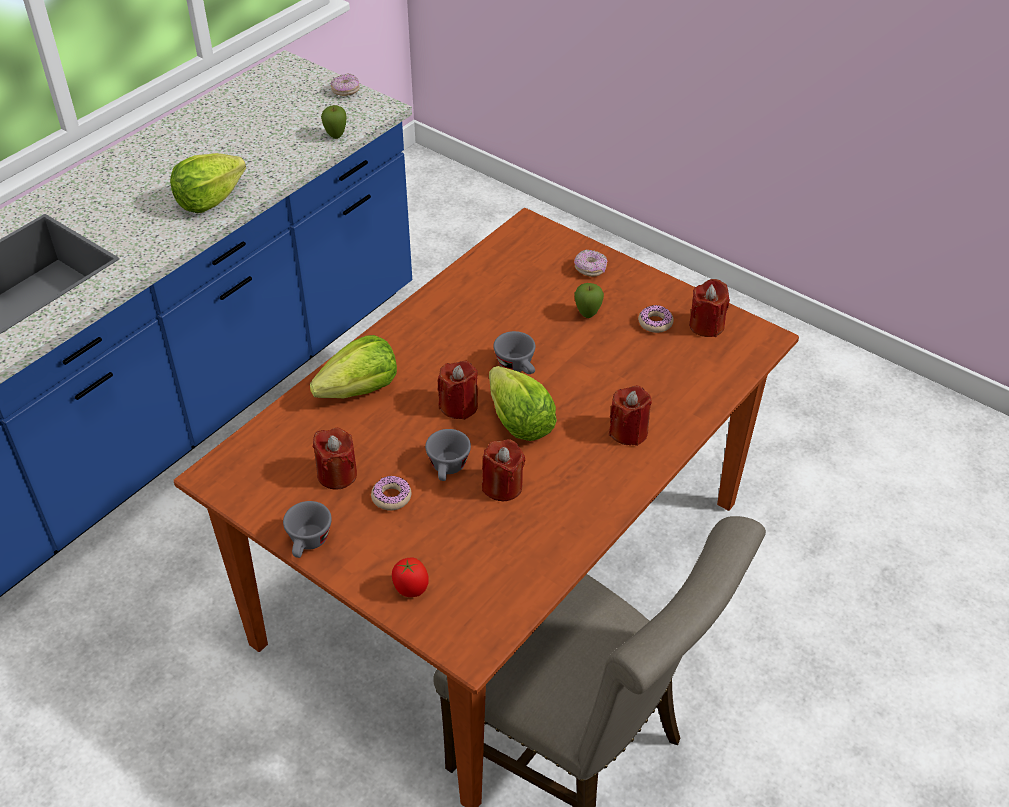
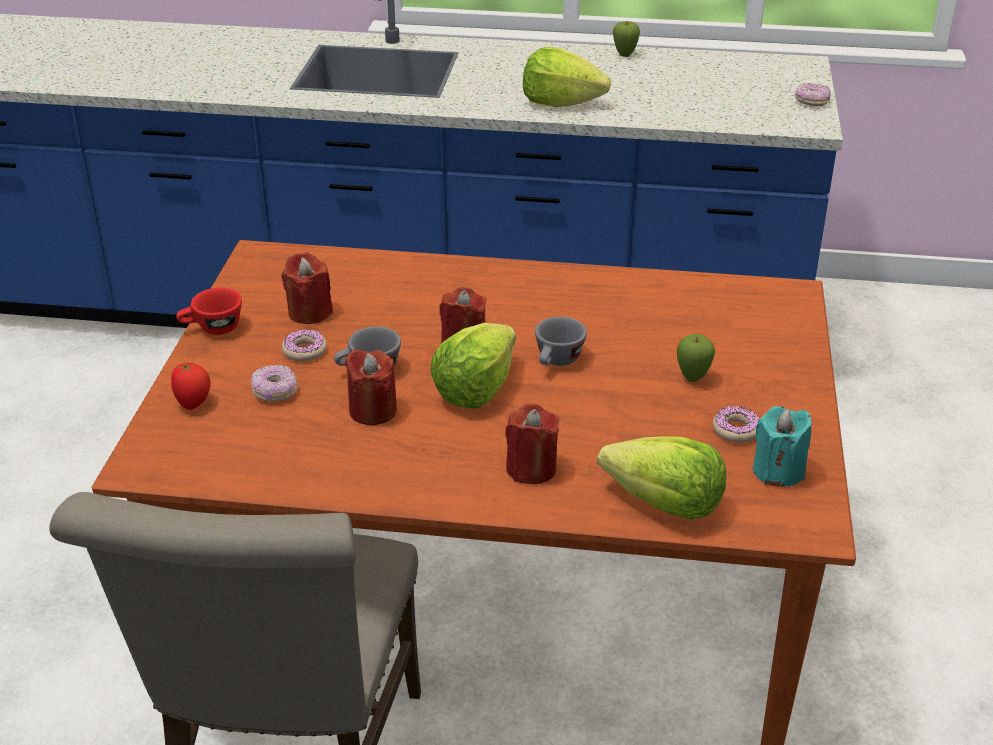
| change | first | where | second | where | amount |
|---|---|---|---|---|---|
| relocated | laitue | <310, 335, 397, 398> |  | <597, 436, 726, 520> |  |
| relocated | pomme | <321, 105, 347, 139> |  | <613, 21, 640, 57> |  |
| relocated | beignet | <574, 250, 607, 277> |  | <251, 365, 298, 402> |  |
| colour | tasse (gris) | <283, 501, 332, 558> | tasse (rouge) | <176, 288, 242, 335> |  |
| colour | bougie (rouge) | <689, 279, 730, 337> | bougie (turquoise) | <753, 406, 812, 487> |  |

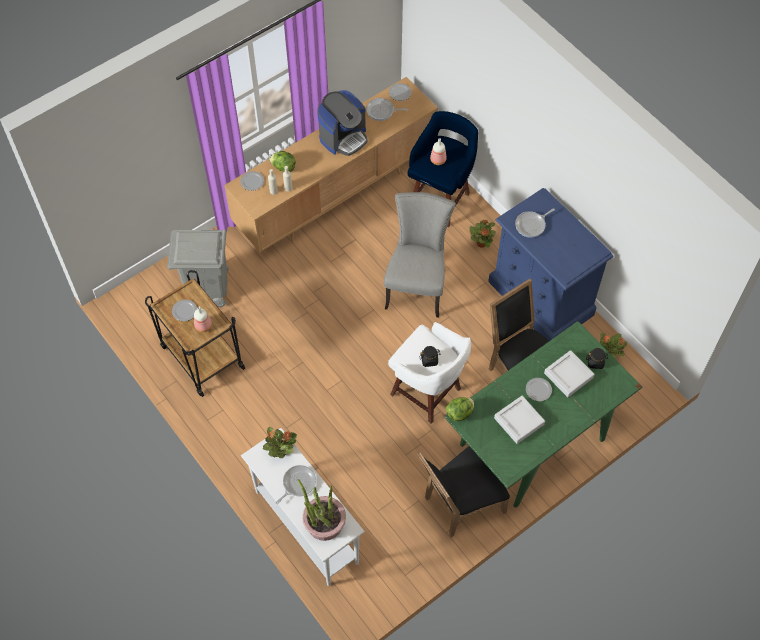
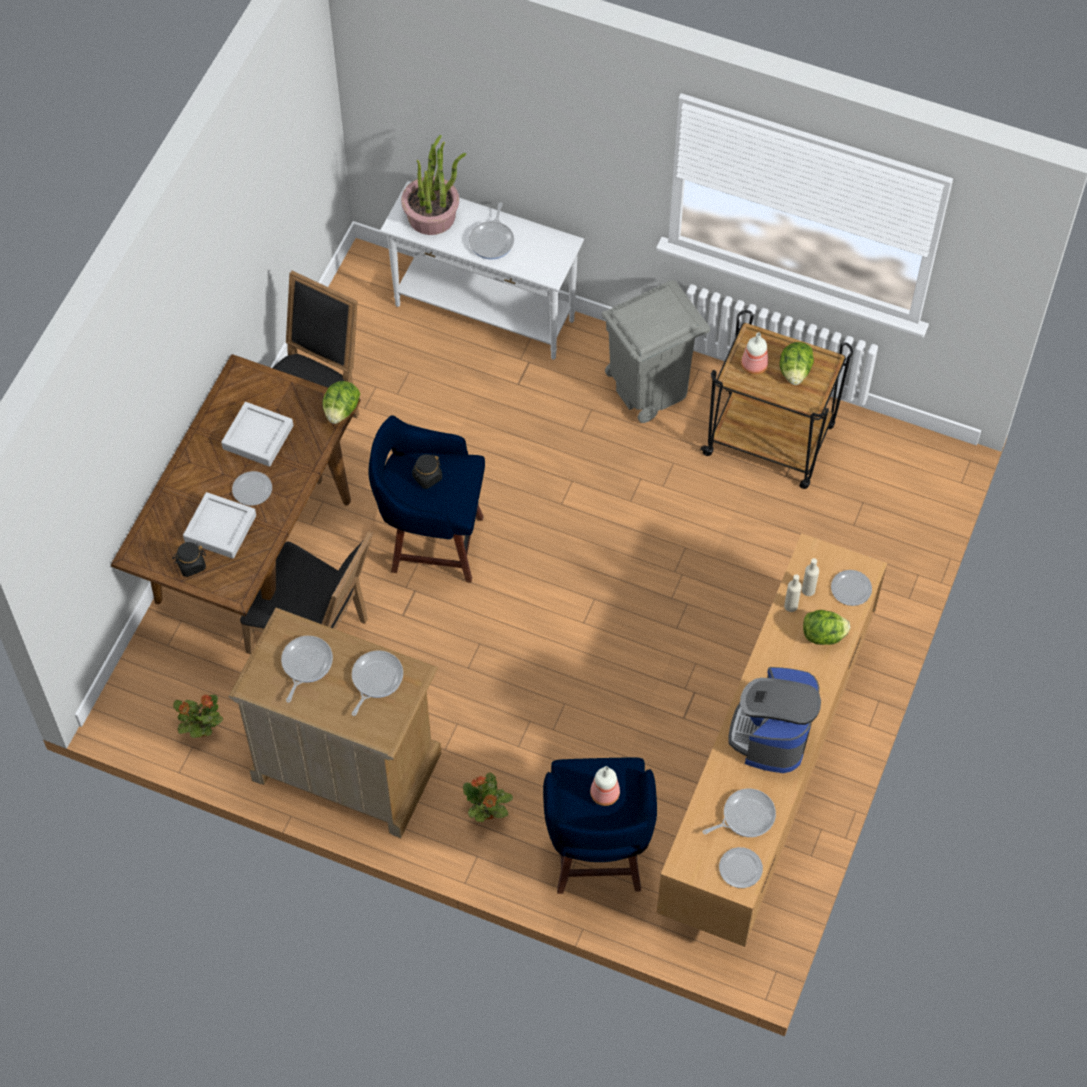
| change | first | where | second | where | amount |
|---|---|---|---|---|---|
| missing | plante en pot | <263, 427, 297, 458> |  |  |  |
| missing | chaise (gris) | <384, 192, 456, 318> |  |  |  |
| appeared |  |  | poêle | <281, 636, 333, 703> |  |
| relocated | poubelle (gris) | <167, 229, 229, 307> |  | <602, 280, 710, 423> |  |
| exchanged | assiette | <172, 300, 197, 321> | laitue | <780, 342, 814, 385> |  |
| colour | tabouret (blanc) | <388, 322, 471, 424> | tabouret (bleu) | <369, 415, 485, 583> |  |
| colour | table à manger (vert) | <444, 321, 643, 508> | table à manger (marron) | <111, 354, 361, 616> |  |
| colour | commode (bleu) | <488, 188, 614, 341> | commode (marron) | <228, 608, 441, 838> |  |

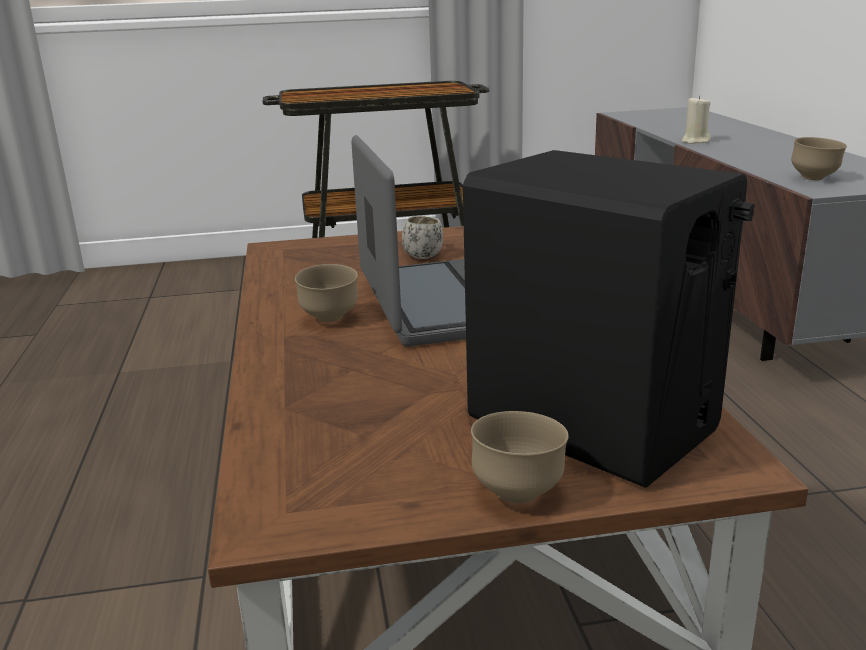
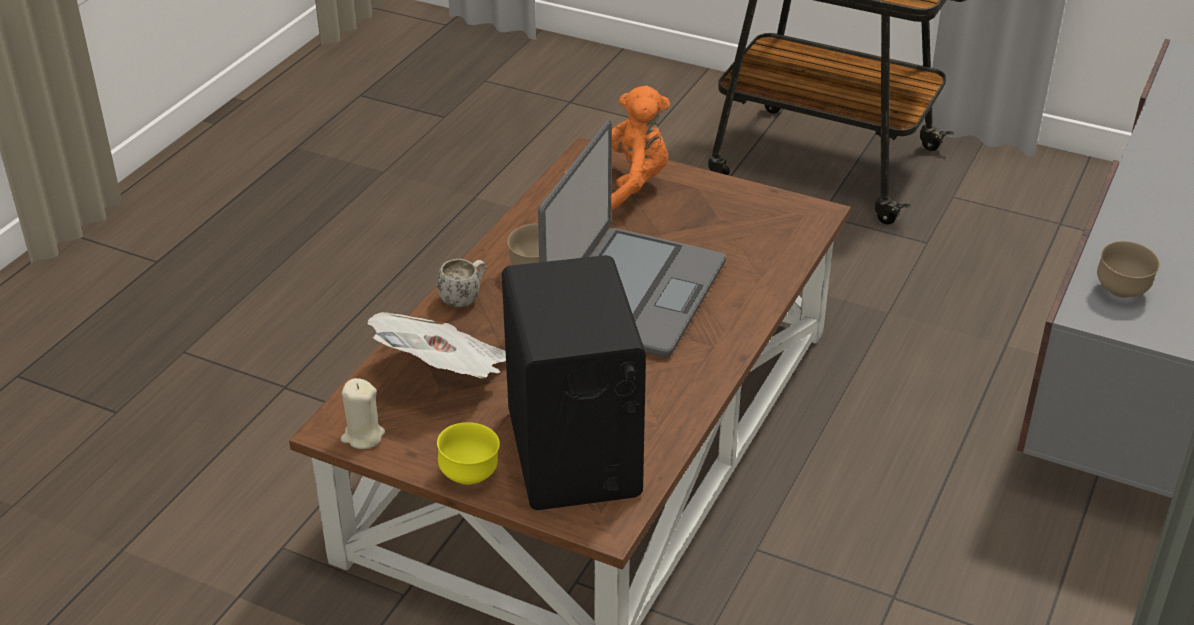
| change | first | where | second | where | amount |
|---|---|---|---|---|---|
| appeared |  |  | journal | <368, 312, 506, 378> |  |
| appeared |  |  | peluche (orange) | <564, 86, 670, 210> |  |
| relocated | mug (blanc) | <402, 216, 443, 259> |  | <437, 259, 487, 307> |  |
| relocated | bougie (beige) | <682, 95, 711, 144> |  | <341, 378, 385, 449> |  |
| colour | bol (marron) | <471, 411, 569, 503> | bol (jaune) | <437, 422, 500, 485> |  |

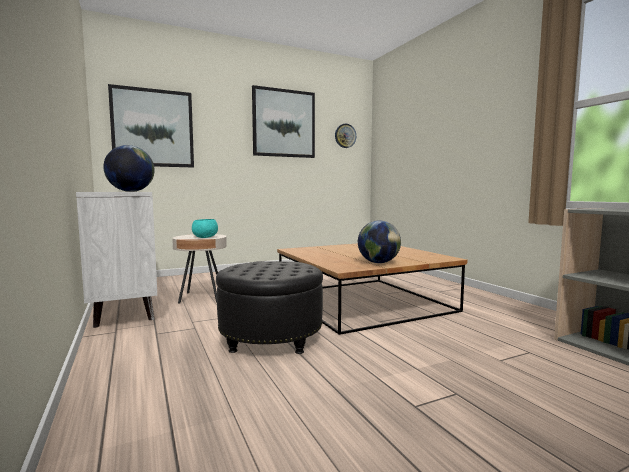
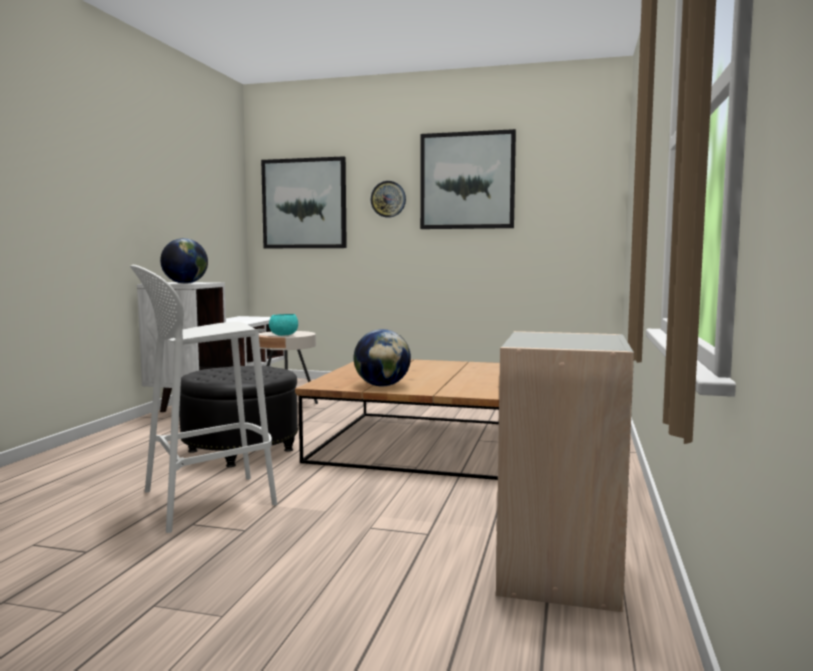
| change | first | where | second | where | amount |
|---|---|---|---|---|---|
| appeared |  |  | tabouret (blanc) | <130, 265, 277, 533> |  |
| relocated | horloge murale | <335, 124, 356, 148> |  | <370, 181, 406, 218> |  |

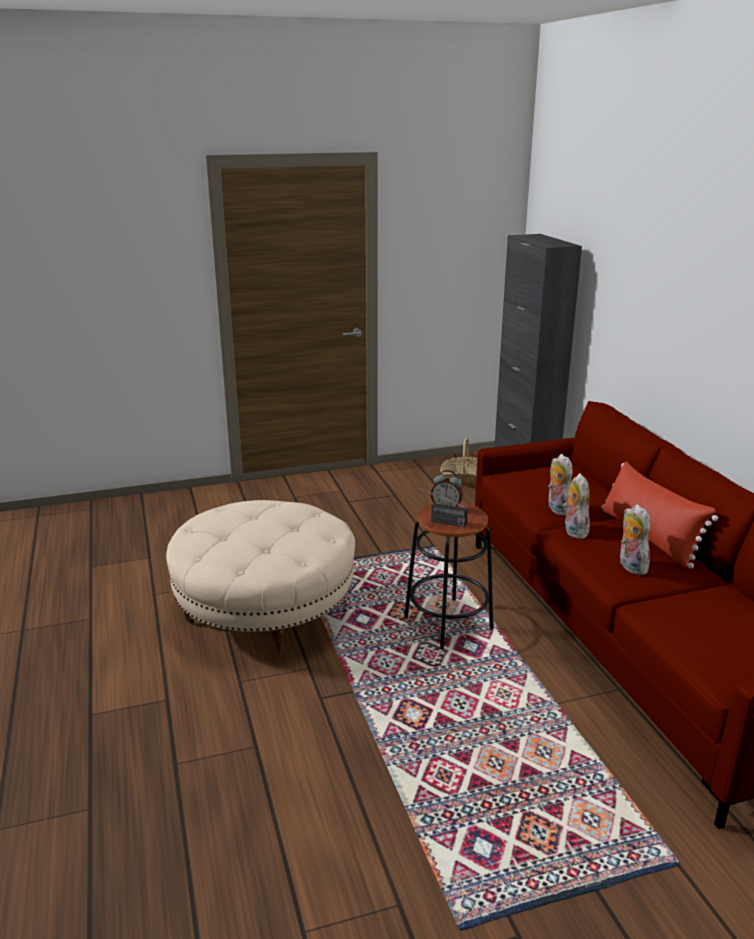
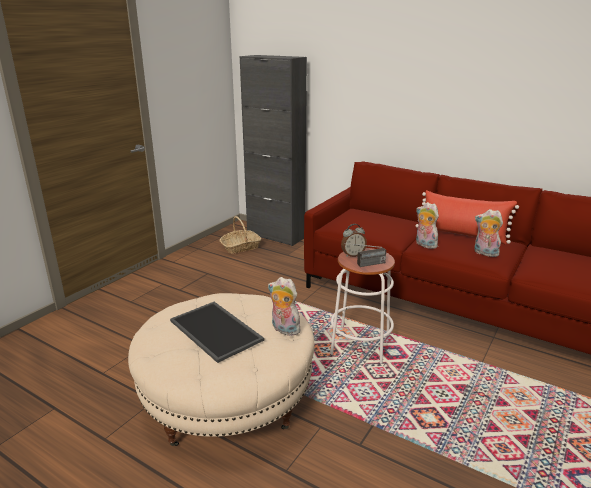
| change | first | where | second | where | amount |
|---|---|---|---|---|---|
| appeared |  |  | plateau | <170, 302, 264, 363> |  |
| relocated | peluche | <548, 454, 573, 516> |  | <268, 277, 301, 336> |  |
| colour | tabouret (noir) | <404, 502, 493, 650> | tabouret (blanc) | <330, 248, 395, 364> |  |

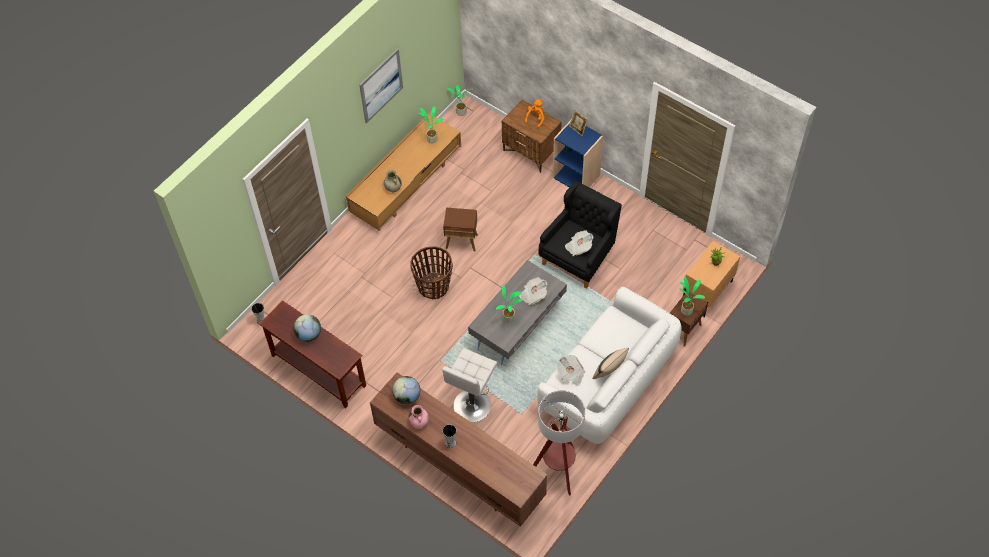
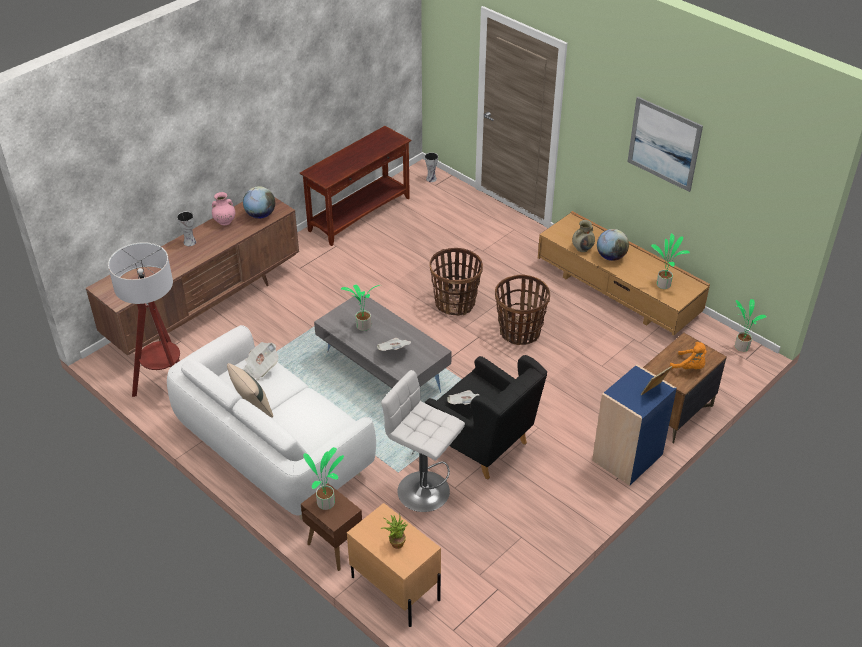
| change | first | where | second | where | amount |
|---|---|---|---|---|---|
| relocated | globe | <294, 314, 321, 342> |  | <597, 229, 629, 261> |  |
| relocated | tabouret (blanc) | <442, 348, 497, 422> |  | <381, 370, 465, 512> |  |
| exchanged | table d'appoint (marron) | <443, 208, 478, 252> | panier | <495, 274, 550, 345> |  |

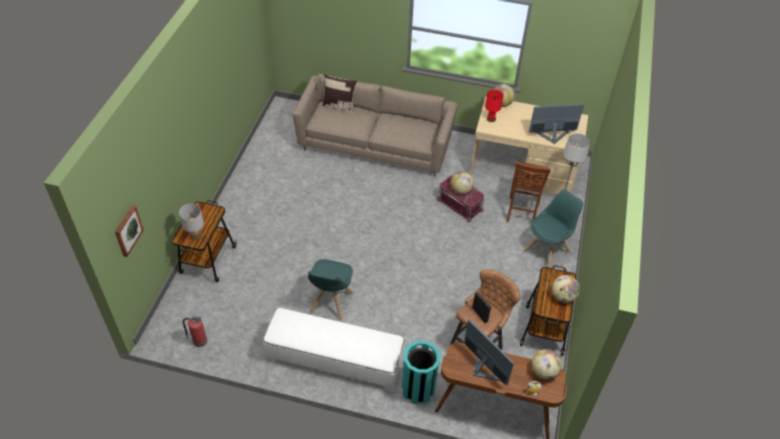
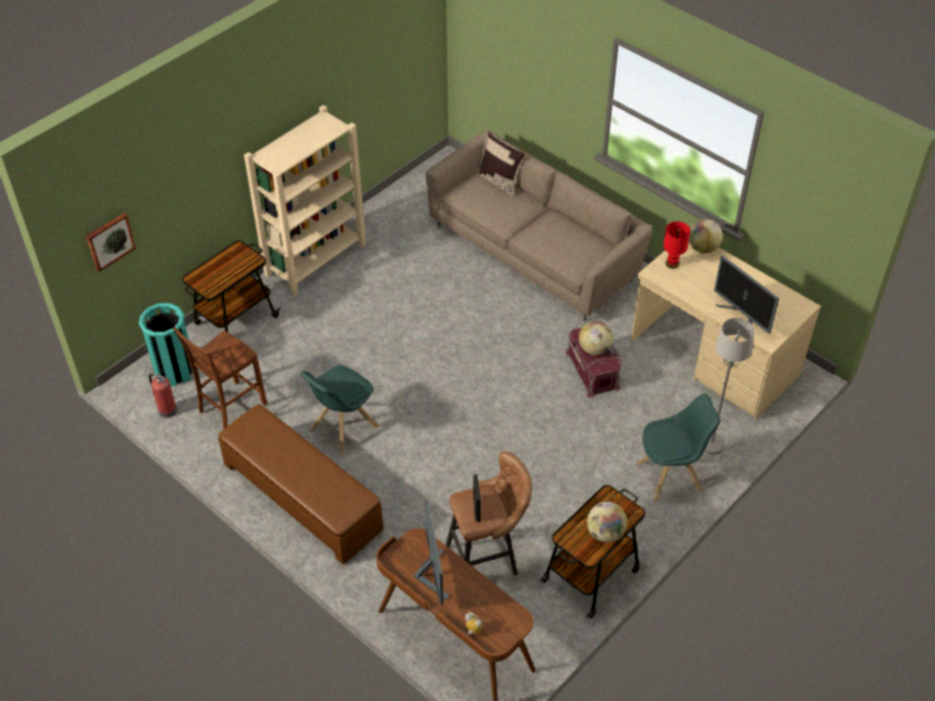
| change | first | where | second | where | amount |
|---|---|---|---|---|---|
| missing | lampe de table (gris) | <179, 204, 204, 240> |  |  |  |
| missing | globe | <532, 349, 562, 380> |  |  |  |
| appeared |  |  | bibliothèque (beige) | <244, 105, 366, 296> |  |
| relocated | poubelle (turquoise) | <402, 341, 440, 405> |  | <139, 303, 193, 386> |  |
| relocated | chaise (marron) | <506, 162, 551, 222> |  | <173, 327, 267, 429> |  |
| colour | banc (blanc) | <264, 308, 404, 392> | banc (marron) | <218, 404, 384, 564> |  |
| spun | écran d'ordinateur | <529, 104, 584, 144> |  | <714, 255, 779, 334> | 150 degrees counterclockwise |

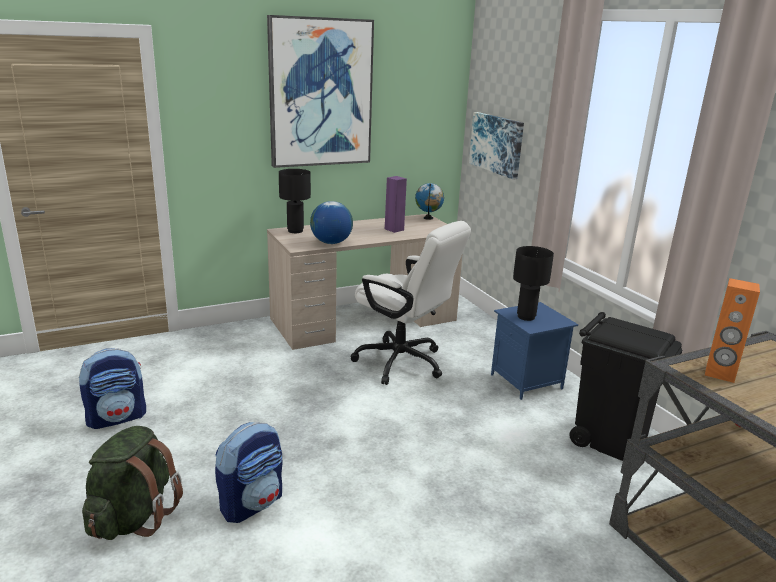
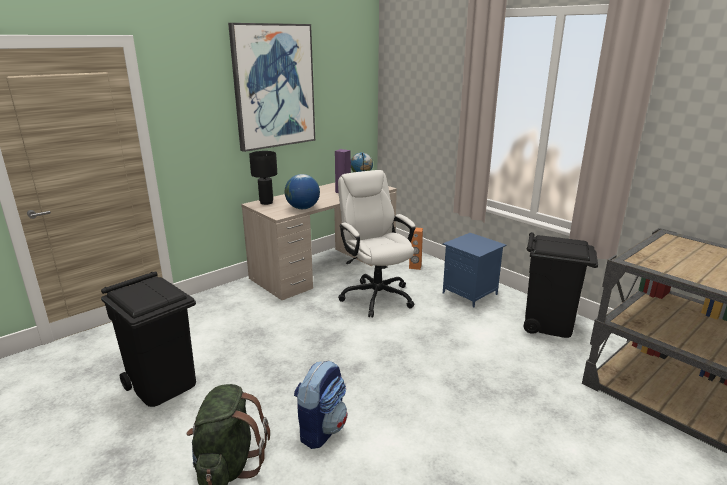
| change | first | where | second | where | amount |
|---|---|---|---|---|---|
| missing | tableau | <469, 112, 524, 180> |  |  |  |
| missing | lampe de table (noir) | <513, 246, 554, 321> |  |  |  |
| relocated | enceinte (orange) | <705, 278, 760, 383> |  | <409, 228, 423, 270> |  |
| exchanged | sac à dos | <79, 348, 146, 429> | poubelle (noir) | <101, 272, 196, 407> |  |
| spun | chaise de bureau (blanc) | <350, 221, 471, 385> |  | <338, 170, 416, 318> | 135 degrees counterclockwise |

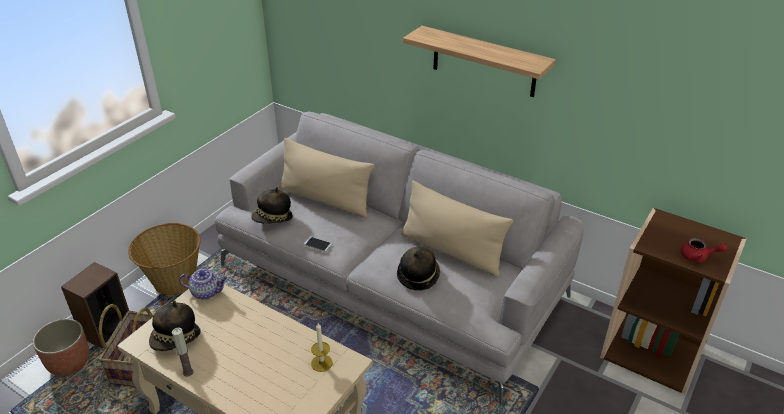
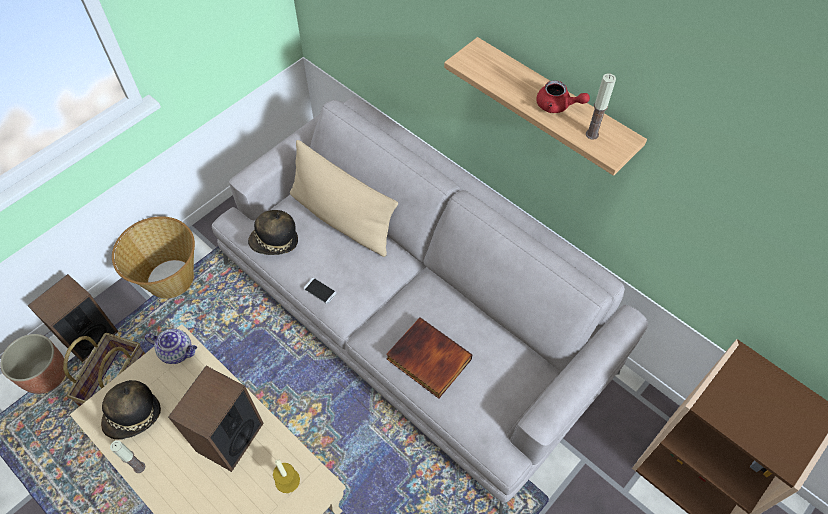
| change | first | where | second | where | amount |
|---|---|---|---|---|---|
| missing | coussin (beige) | <401, 181, 513, 277> |  |  |  |
| appeared |  |  | enceinte | <168, 366, 264, 472> |  |
| appeared |  |  | bougie | <586, 73, 616, 140> |  |
| relocated | théière (rouge) | <681, 238, 727, 262> |  | <536, 81, 590, 113> |  |
| exchanged | chapeau | <397, 246, 440, 291> | livre | <386, 318, 472, 399> |  |

